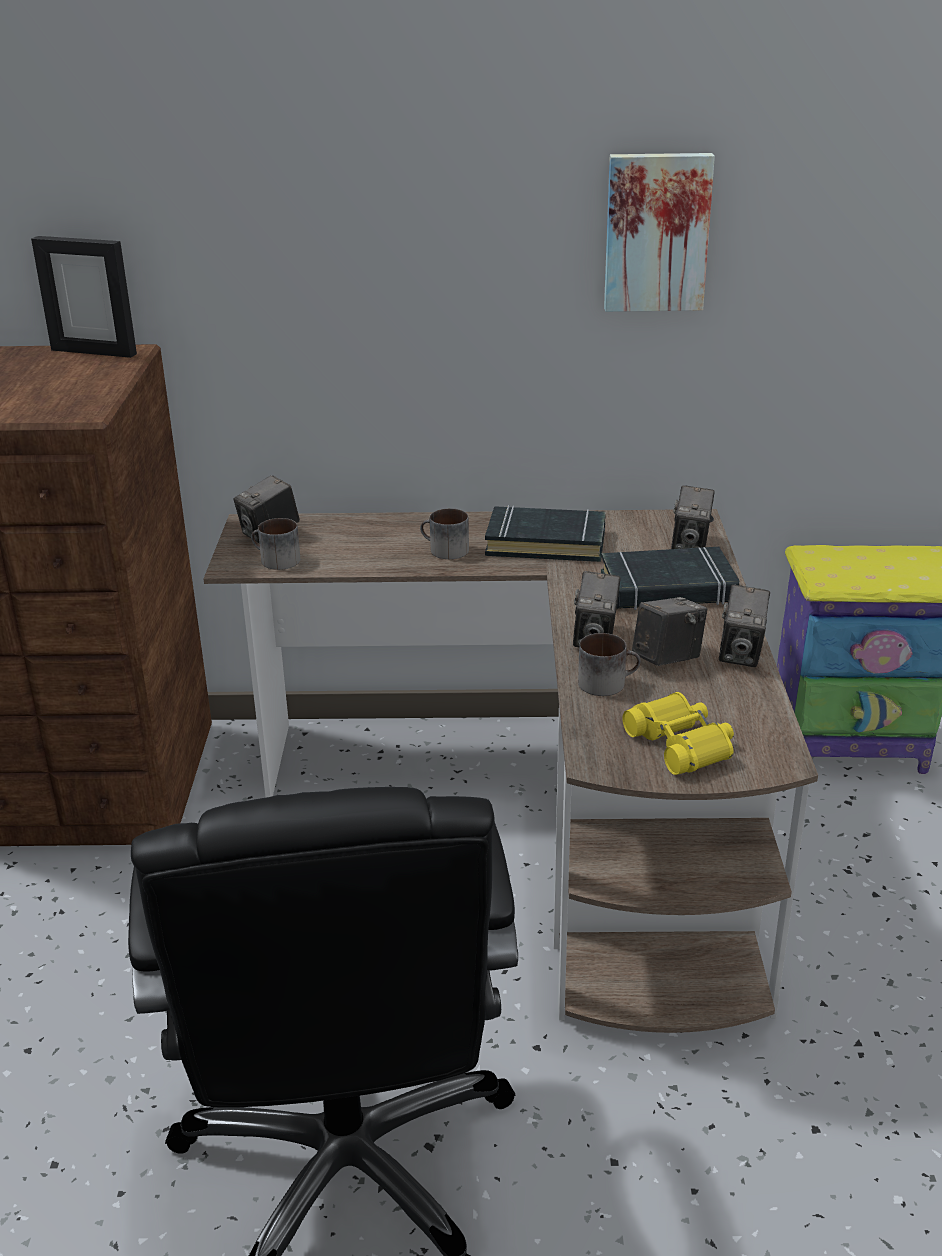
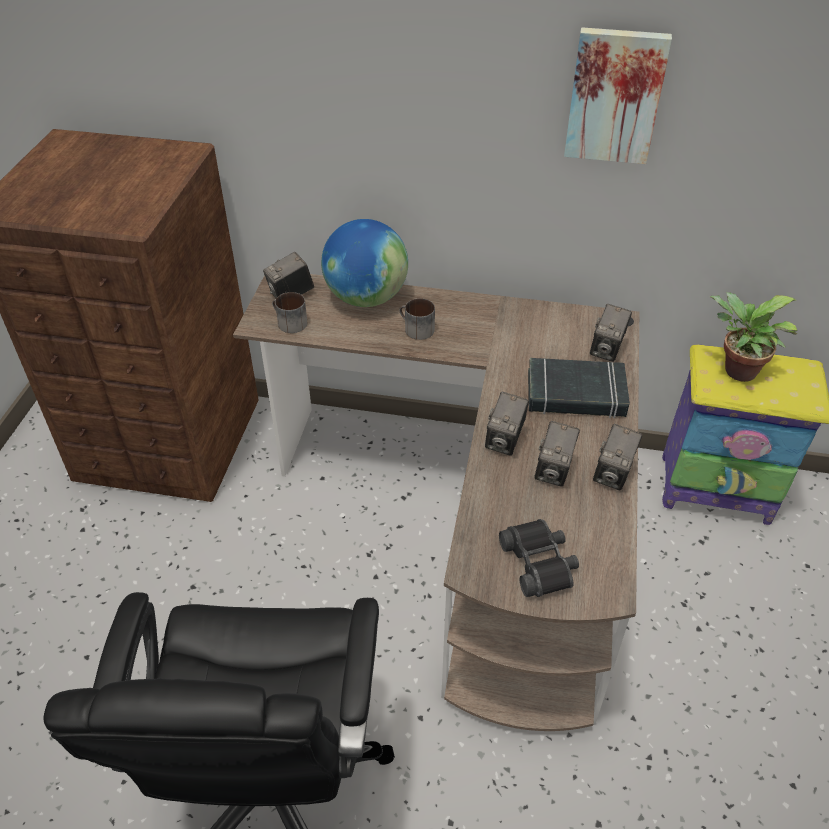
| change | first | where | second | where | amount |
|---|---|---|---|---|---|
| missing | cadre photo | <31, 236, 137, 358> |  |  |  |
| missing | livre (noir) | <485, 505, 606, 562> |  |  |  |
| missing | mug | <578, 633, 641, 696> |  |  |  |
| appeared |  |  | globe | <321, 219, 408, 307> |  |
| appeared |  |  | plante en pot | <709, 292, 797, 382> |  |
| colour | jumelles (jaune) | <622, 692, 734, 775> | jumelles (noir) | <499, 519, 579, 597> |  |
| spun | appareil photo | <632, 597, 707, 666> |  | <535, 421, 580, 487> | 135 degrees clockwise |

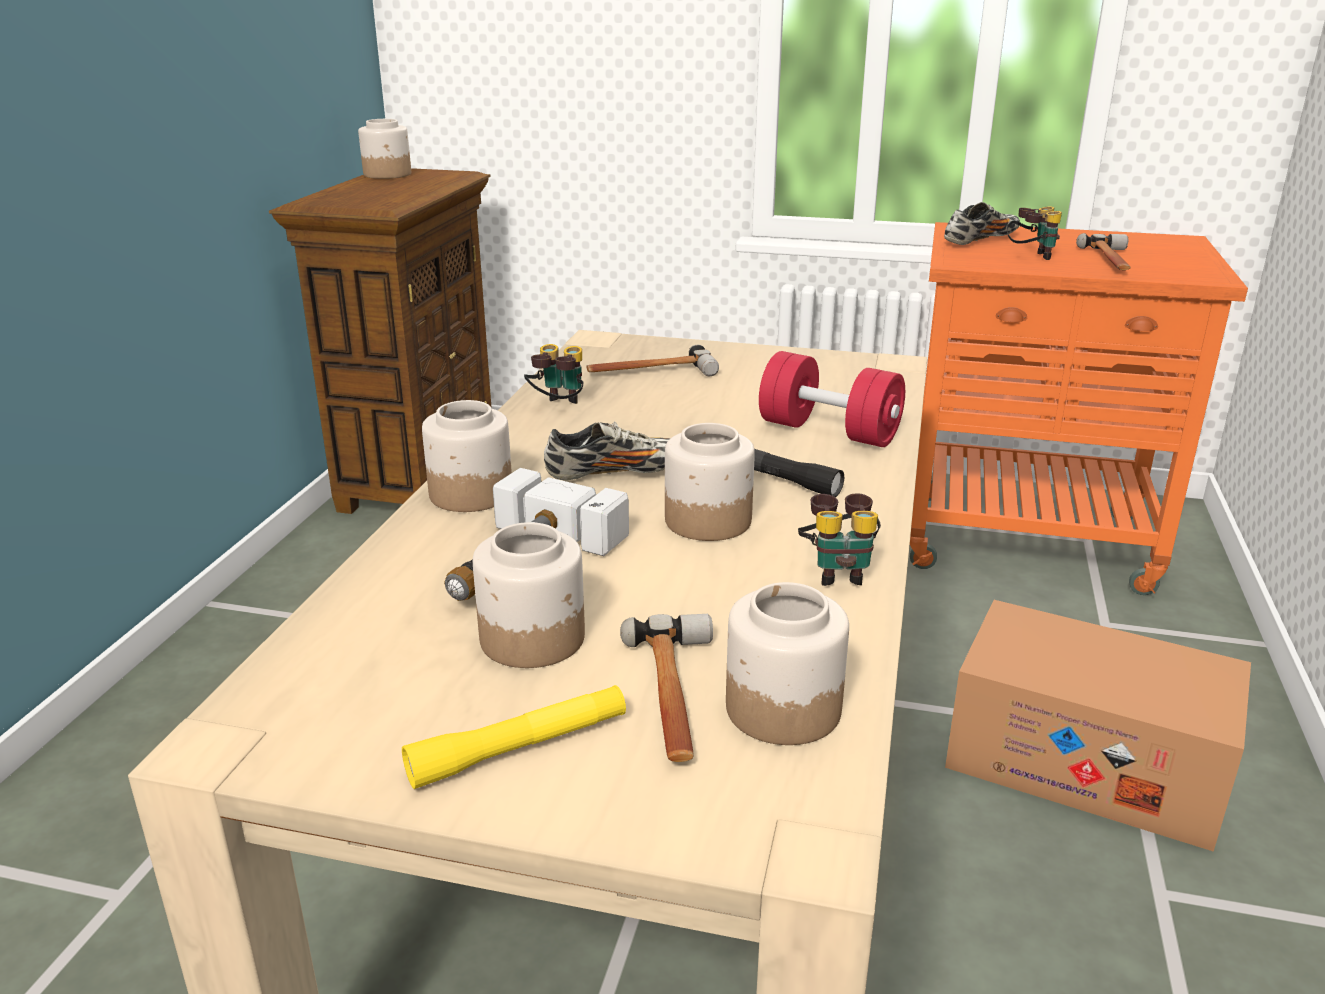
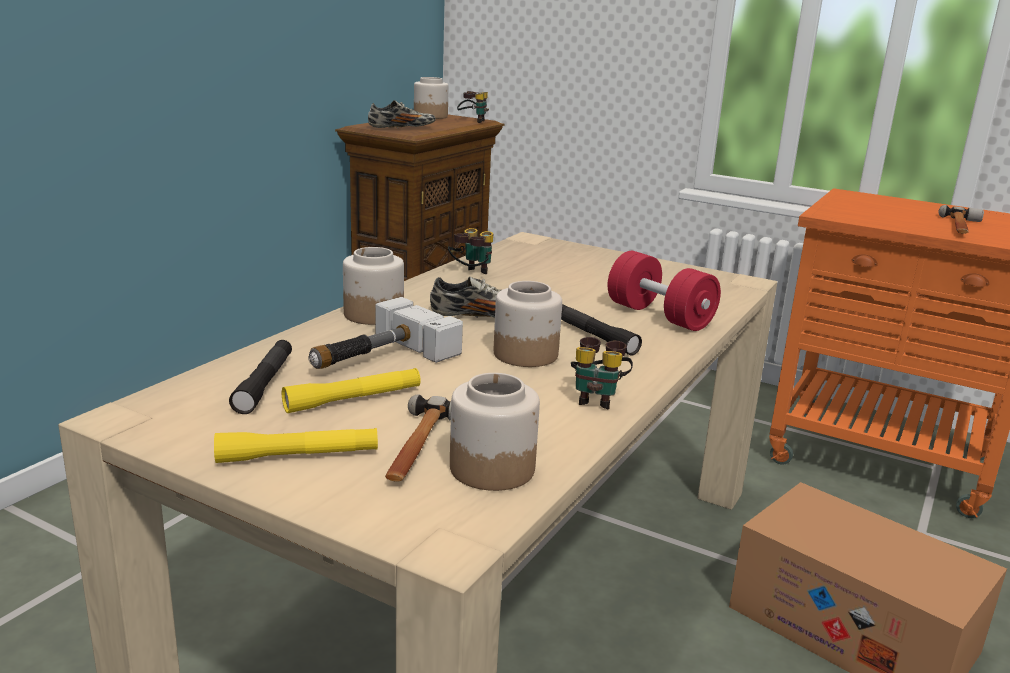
| change | first | where | second | where | amount |
|---|---|---|---|---|---|
| missing | marteau | <586, 345, 719, 376> |  |  |  |
| appeared |  |  | lampe de poche (noir) | <229, 340, 292, 414> |  |
| relocated | chaussure | <944, 202, 1020, 245> |  | <368, 100, 436, 129> |  |
| relocated | jumelles | <1007, 207, 1062, 260> |  | <457, 91, 489, 123> |  |
| exchanged | bocal | <473, 522, 585, 668> | lampe de poche (jaune) | <282, 368, 421, 413> |  |

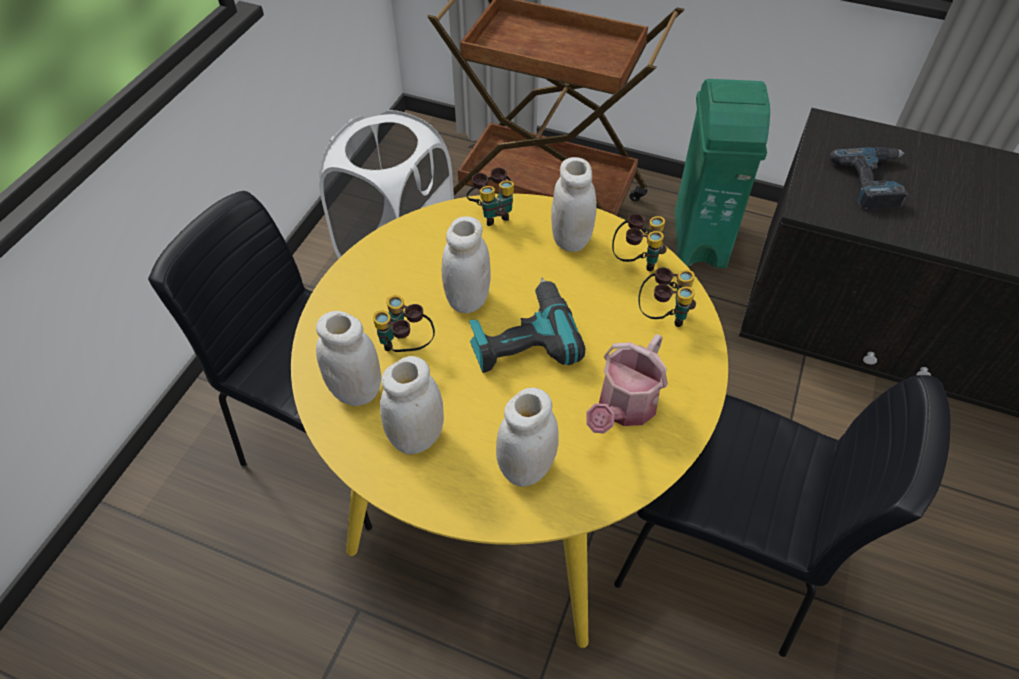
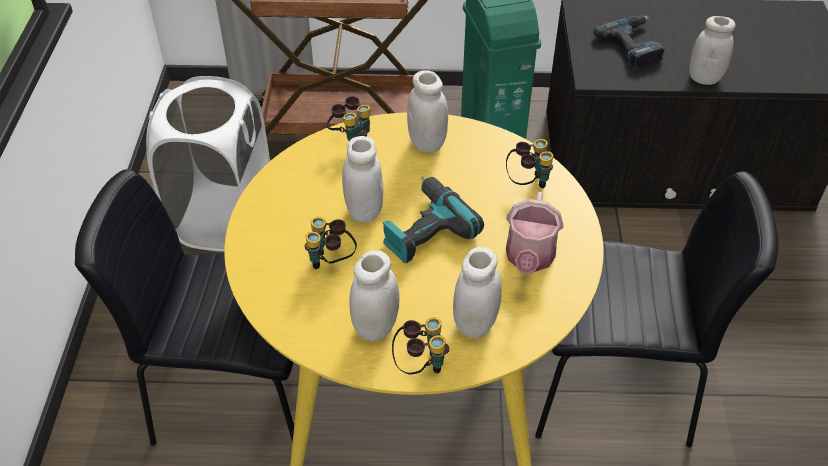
| change | first | where | second | where | amount |
|---|---|---|---|---|---|
| relocated | bocal (blanc) | <316, 311, 381, 406> |  | <689, 16, 736, 85> |  |
| relocated | jumelles | <612, 213, 667, 272> |  | <392, 317, 449, 374> |  |

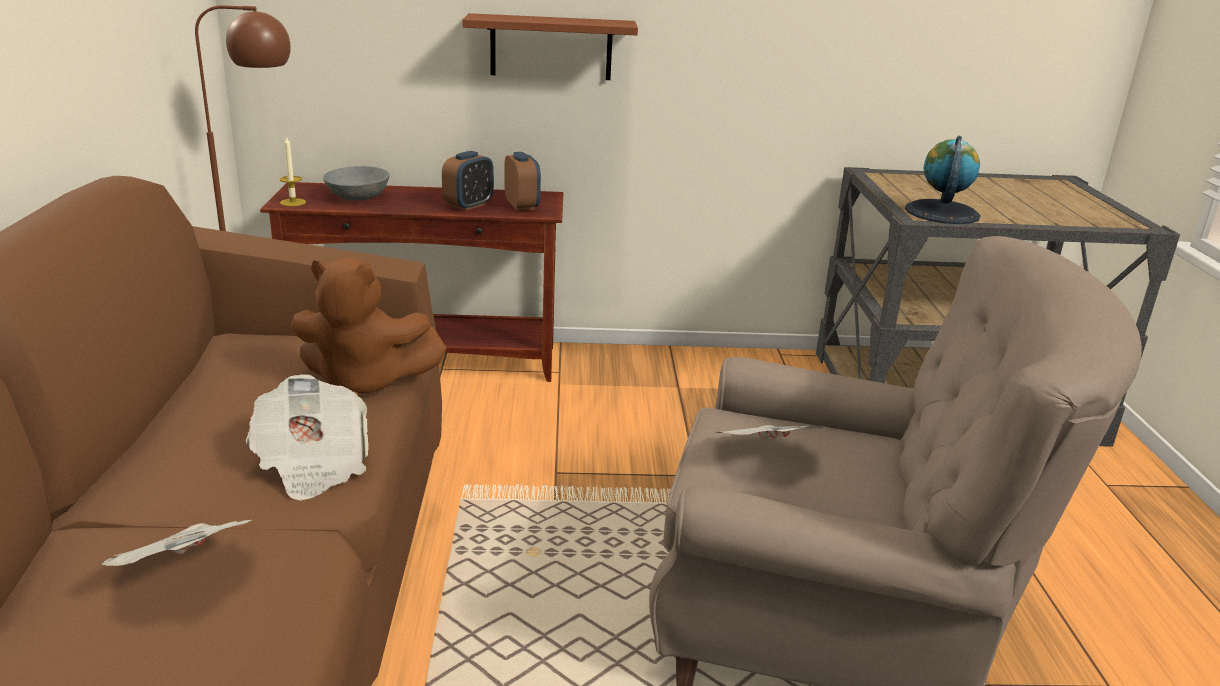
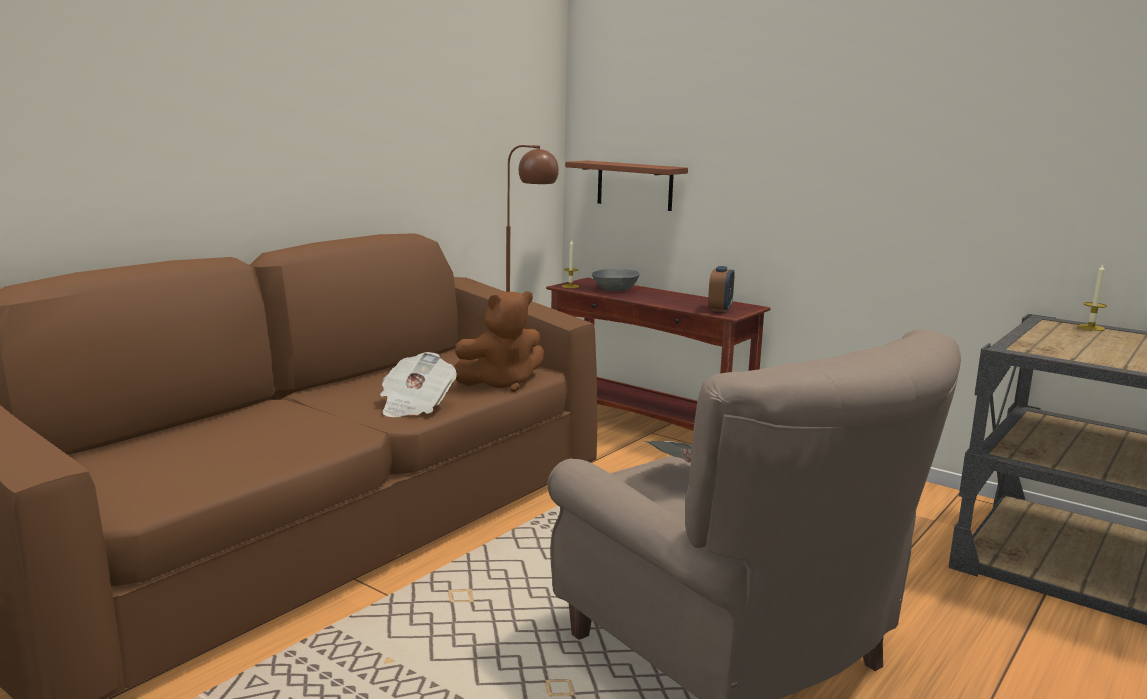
| change | first | where | second | where | amount |
|---|---|---|---|---|---|
| missing | journal | <101, 519, 254, 566> |  |  |  |
| missing | réveil | <442, 151, 494, 211> |  |  |  |
| missing | globe | <905, 136, 981, 224> |  |  |  |
| appeared |  |  | bougie | <1078, 264, 1107, 331> |  |
| relocated | étagère (marron) | <463, 13, 638, 80> |  | <565, 161, 688, 211> |  |
| spun | peluche (marron) | <291, 258, 447, 396> |  | <454, 291, 544, 392> | 75 degrees counterclockwise |

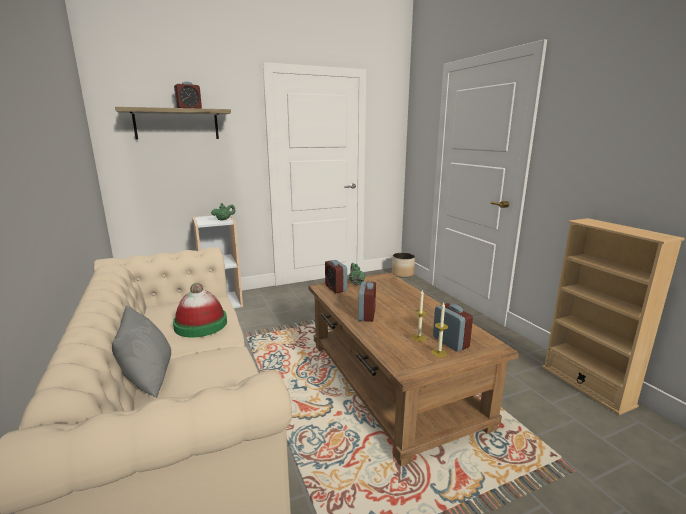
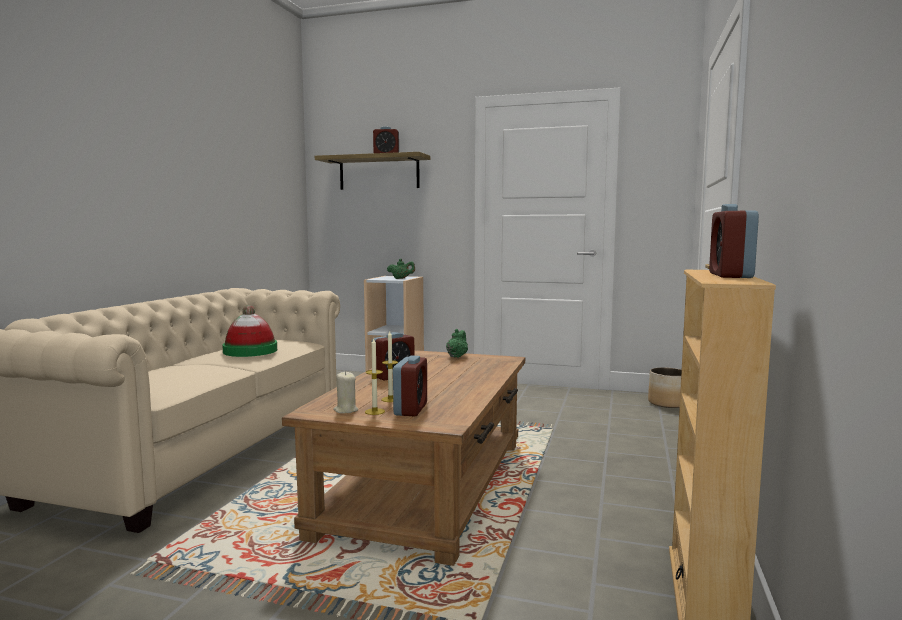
| change | first | where | second | where | amount |
|---|---|---|---|---|---|
| missing | coussin (gris) | <112, 305, 171, 398> |  |  |  |
| appeared |  |  | bougie (beige) | <333, 371, 358, 414> |  |
| relocated | réveil | <325, 260, 347, 293> |  | <709, 204, 759, 278> |  |

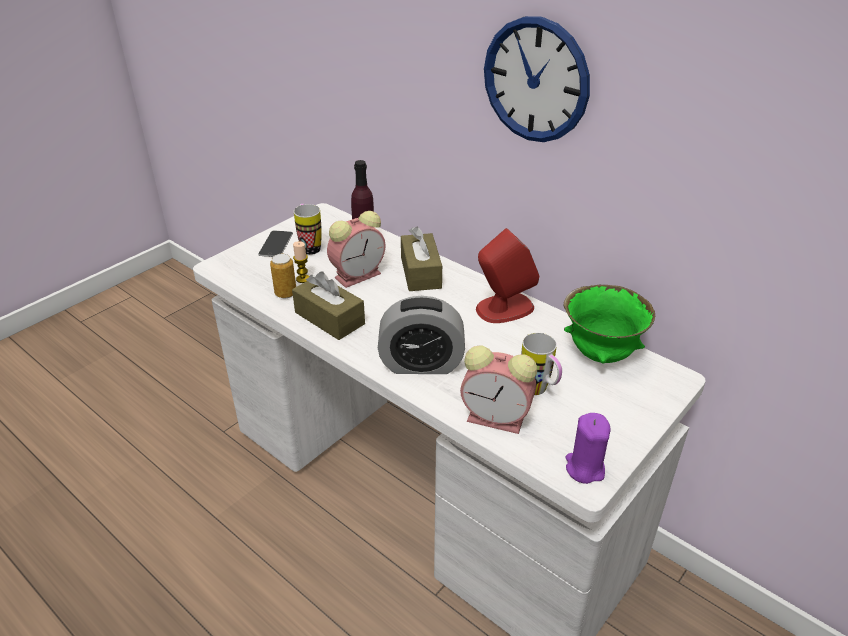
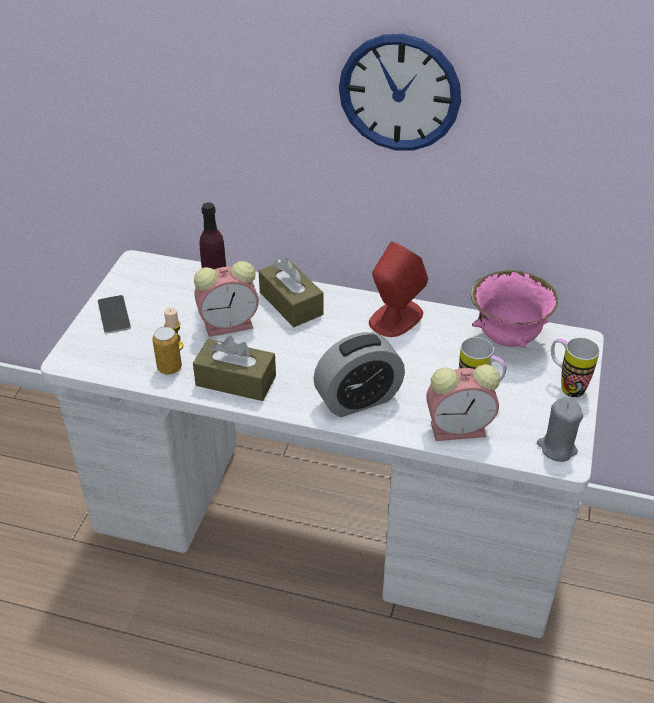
| change | first | where | second | where | amount |
|---|---|---|---|---|---|
| relocated | mug | <294, 204, 322, 255> |  | <551, 338, 600, 397> |  |
| colour | bol (vert) | <563, 285, 655, 364> | bol (rose) | <471, 270, 558, 348> |  |
| colour | bougie (violet) | <566, 413, 611, 484> | bougie (gris) | <537, 397, 583, 462> |  |
| spun | réveil | <327, 211, 385, 288> |  | <194, 261, 259, 337> | 45 degrees clockwise |

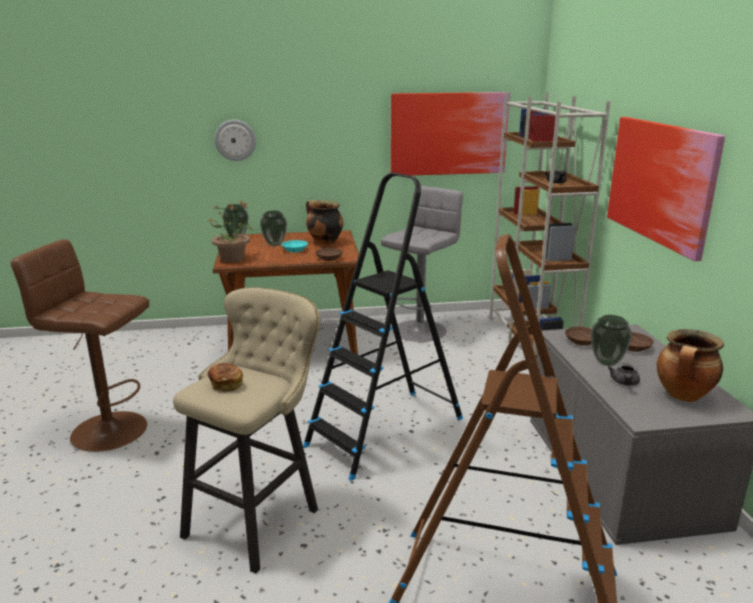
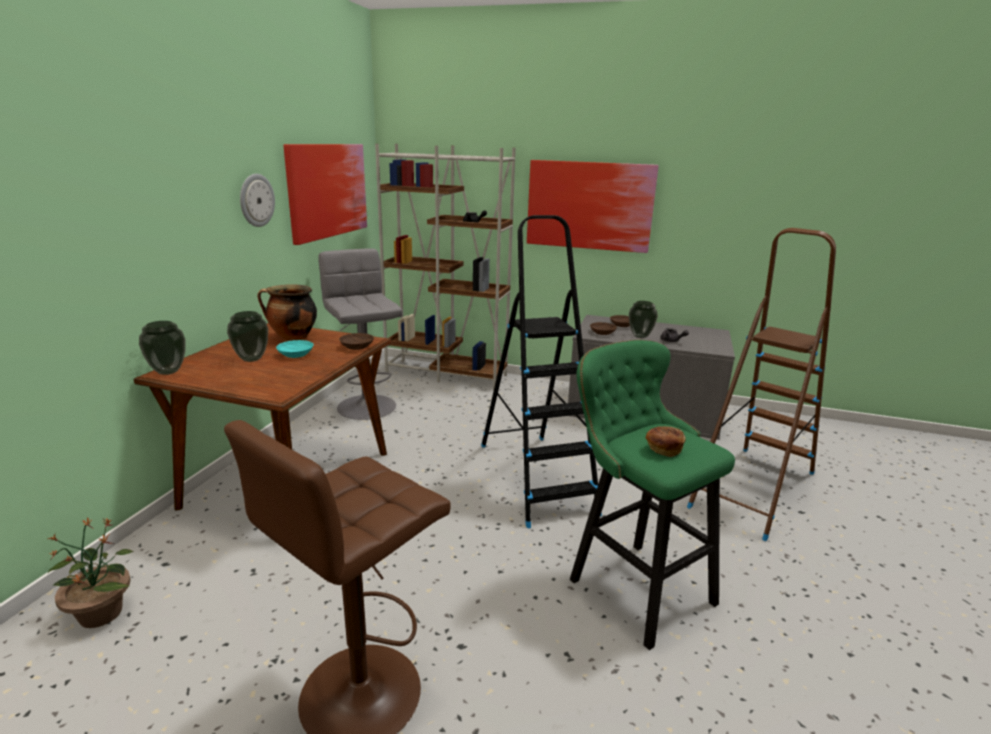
| change | first | where | second | where | amount |
|---|---|---|---|---|---|
| missing | marmite | <657, 329, 724, 402> |  |  |  |
| relocated | plante en pot | <209, 200, 253, 263> |  | <47, 517, 134, 628> |  |
| relocated | horloge murale | <215, 120, 256, 161> |  | <240, 174, 275, 227> |  |
| colour | tabouret (beige) | <173, 287, 320, 574> | tabouret (vert) | <570, 340, 735, 650> |  |

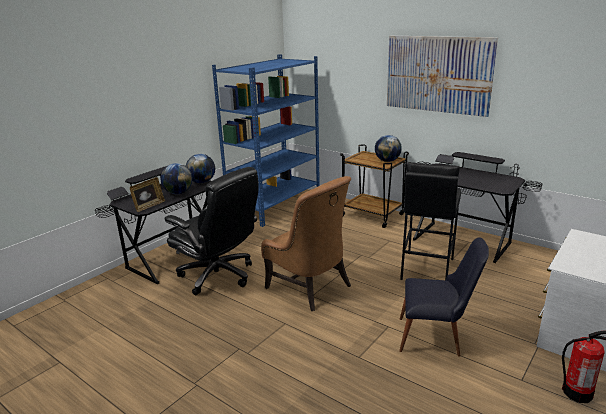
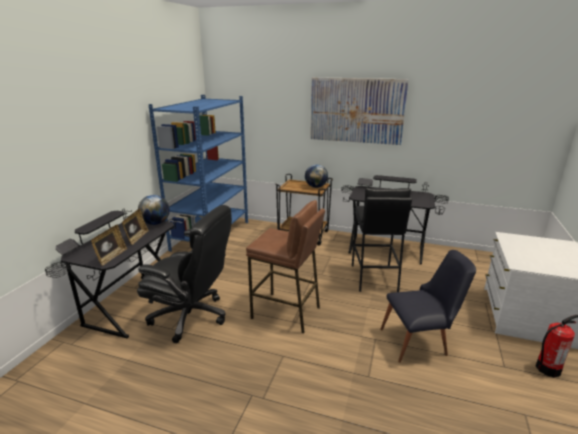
| change | first | where | second | where | amount |
|---|---|---|---|---|---|
| exchanged | globe | <160, 163, 193, 194> | cadre photo | <122, 209, 149, 245> |  |
| exchanged | chaise (marron) | <261, 176, 351, 311> | tabouret (marron) | <246, 200, 325, 333> |  |

